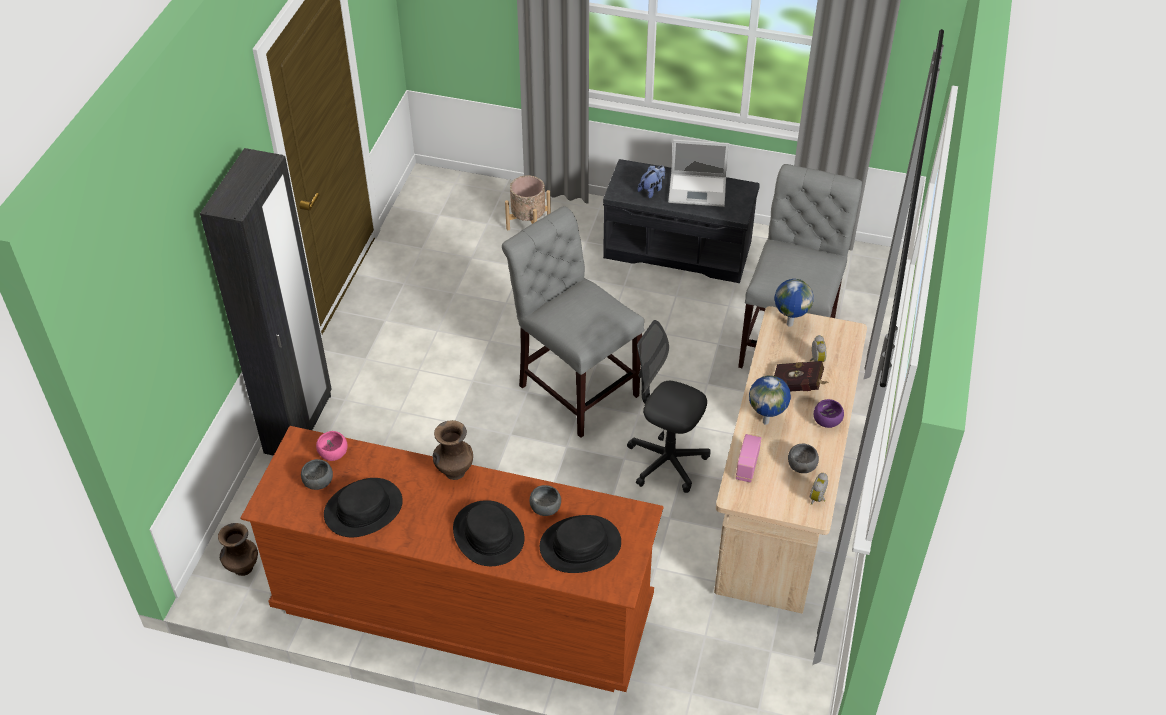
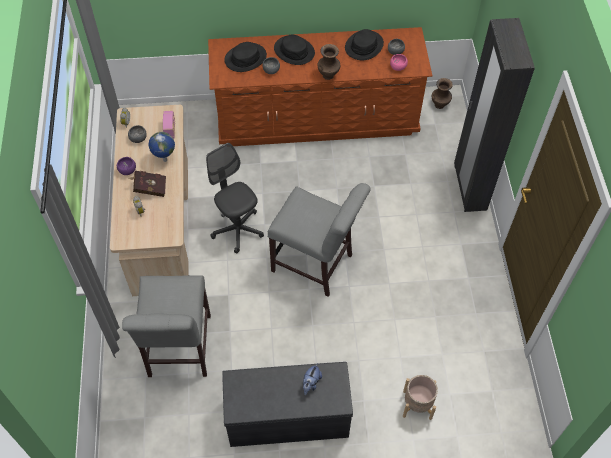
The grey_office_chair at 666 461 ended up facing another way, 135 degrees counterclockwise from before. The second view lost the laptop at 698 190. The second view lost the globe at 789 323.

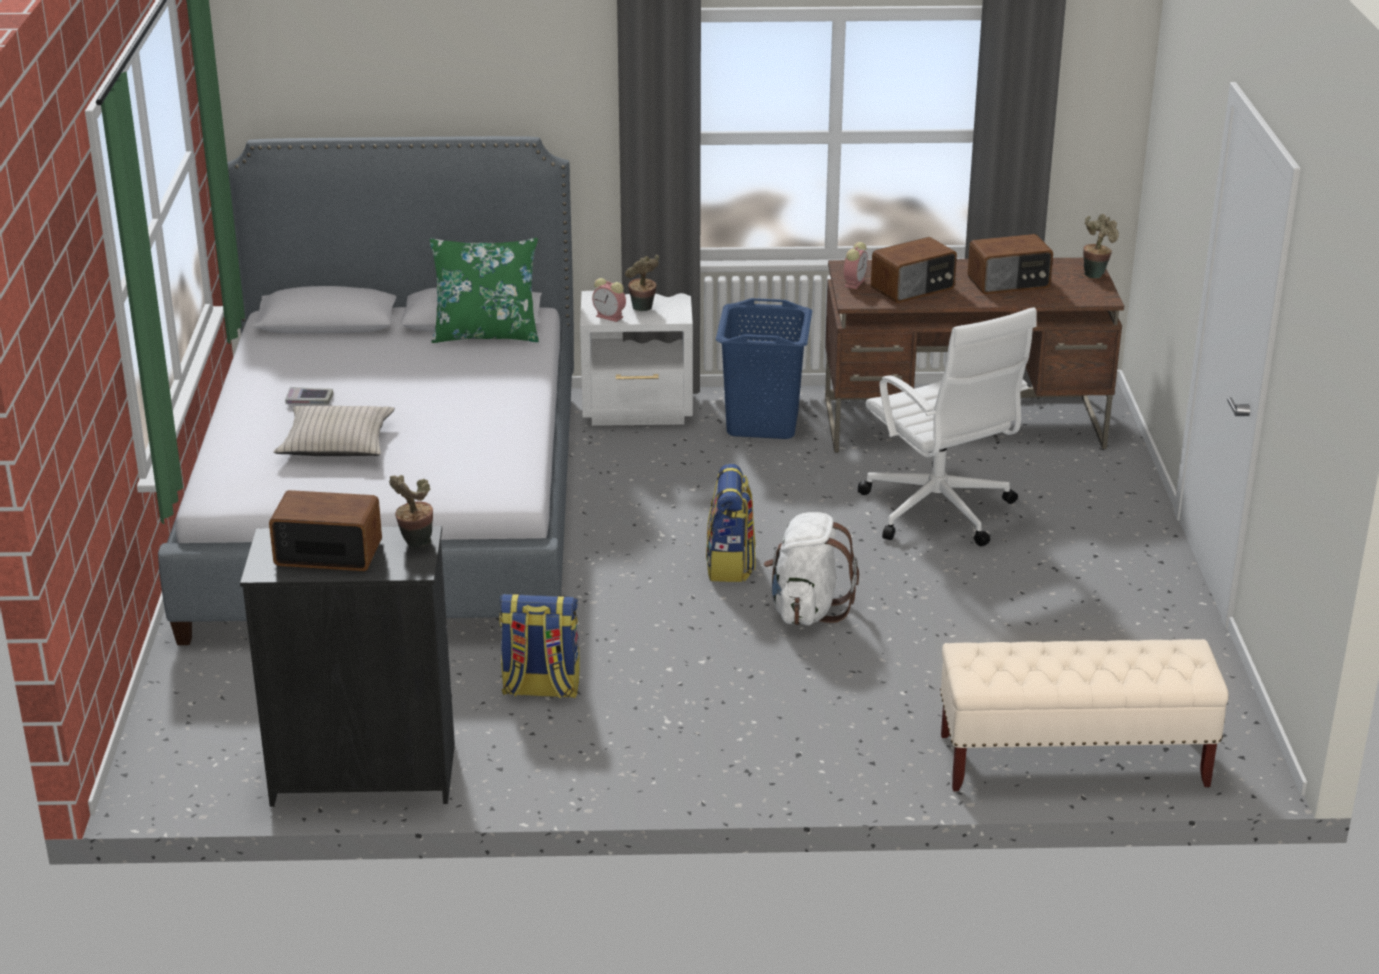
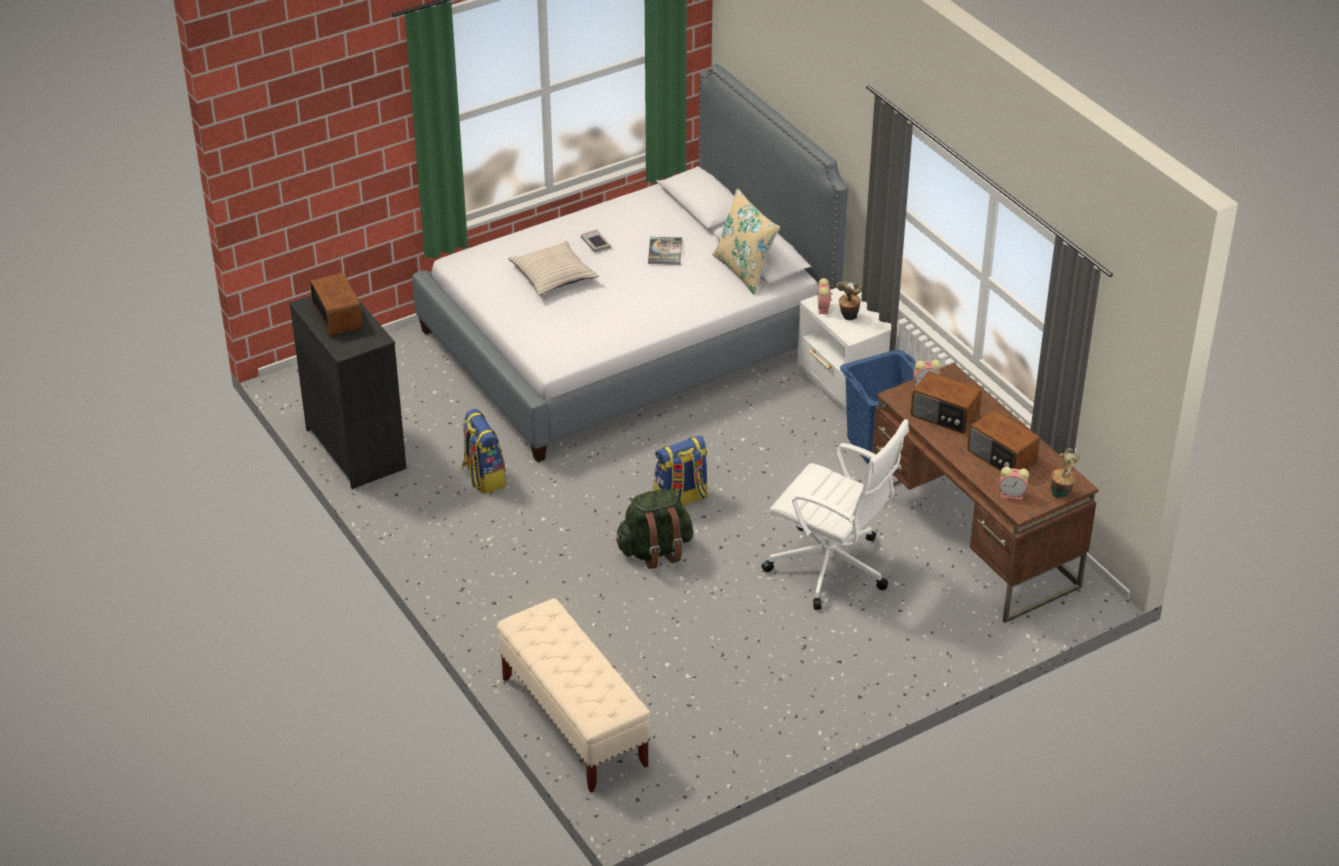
The second view lost the potted_plant at 415 543. What was the green_pillow at 486 334 turned into the beige_pillow at 745 270. What was the white_backpack at 806 610 turned into the green_backpack at 655 551. The white_office_chair at 939 512 ended up facing another way, 90 degrees counterclockwise from before. The second view gained the book at 665 251. The second view gained the alarm_clock at 1013 495.

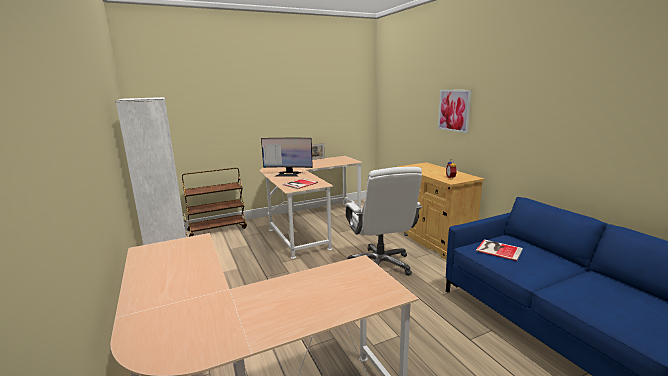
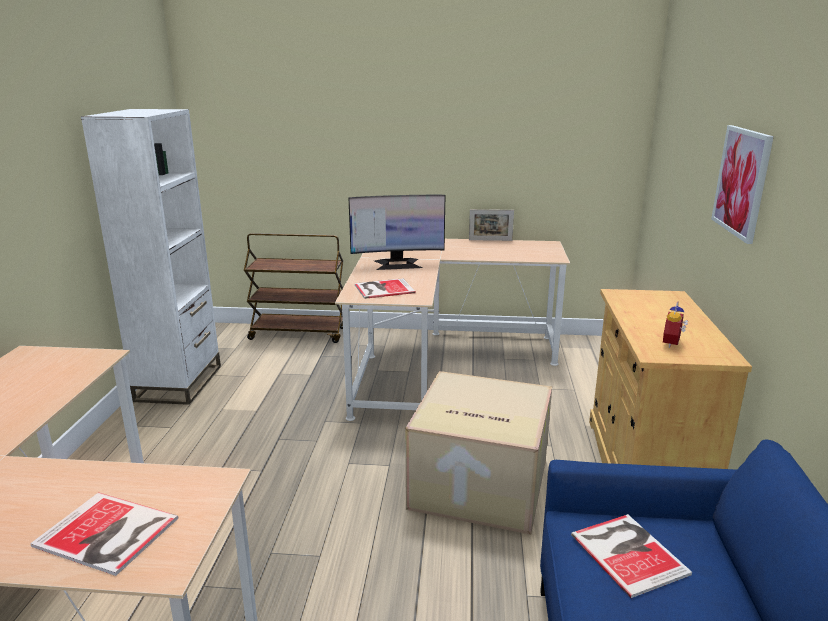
The monitor at 288 174 ended up facing another way, 45 degrees counterclockwise from before. Where the white_office_chair stood at 380 264, the cardboard_box came to stand at 477 484. The second view gained the book at 107 534.

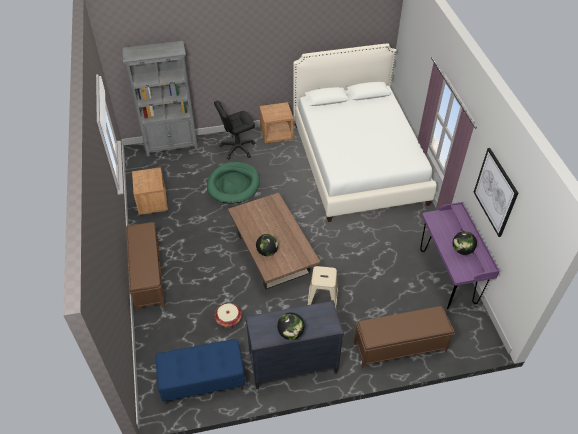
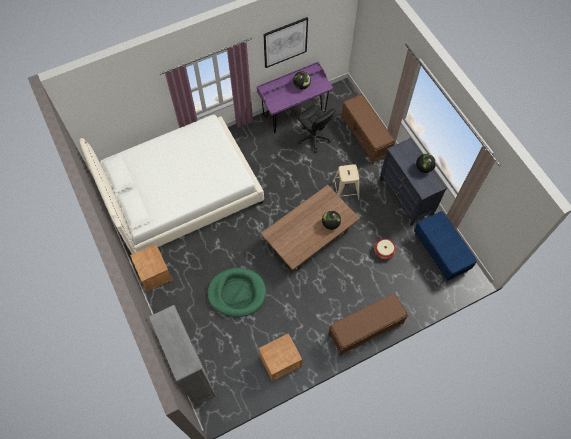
The black_office_chair ended up elsewhere, having gone from 237 148 to 313 138.

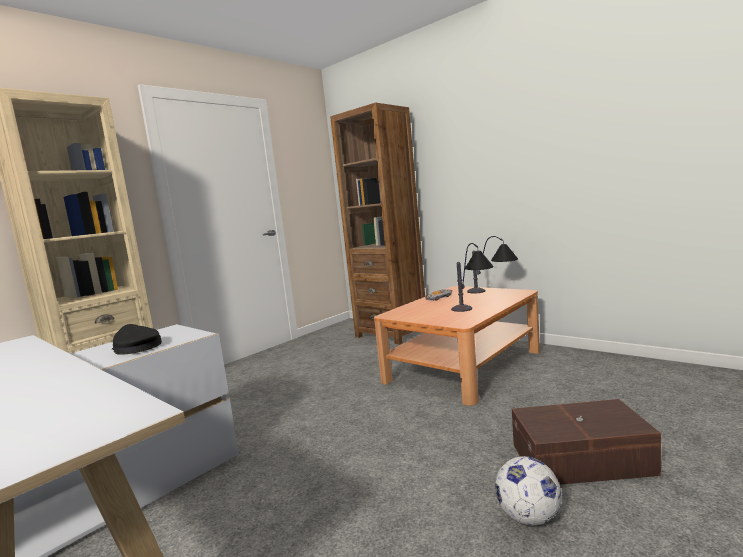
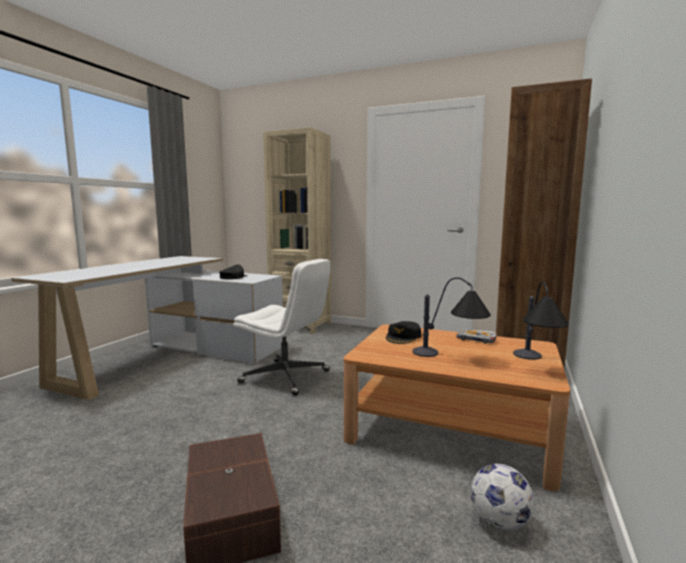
The football ended up elsewhere, having gone from 529 517 to 499 522. The second view gained the white_office_chair at 286 377. The second view gained the black_cap at 403 337.

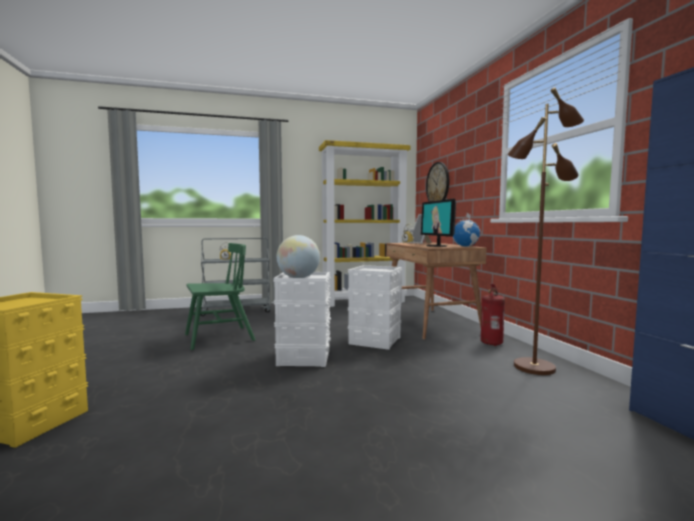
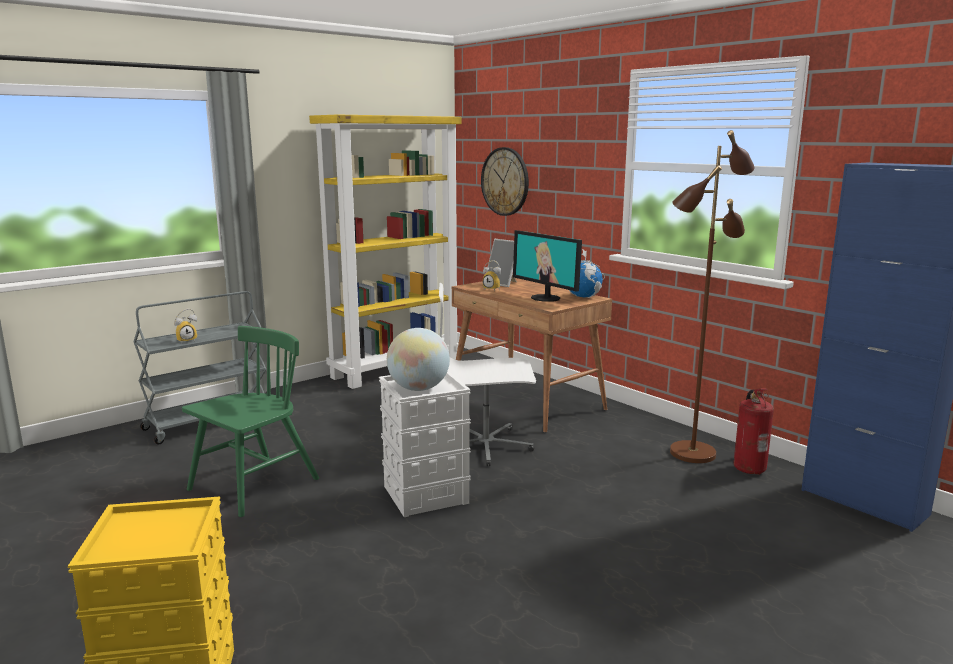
Where the white_storage_box stood at 374 340, the white_office_chair came to stand at 486 445. The fire_extinguisher ended up elsewhere, having gone from 492 343 to 749 468.

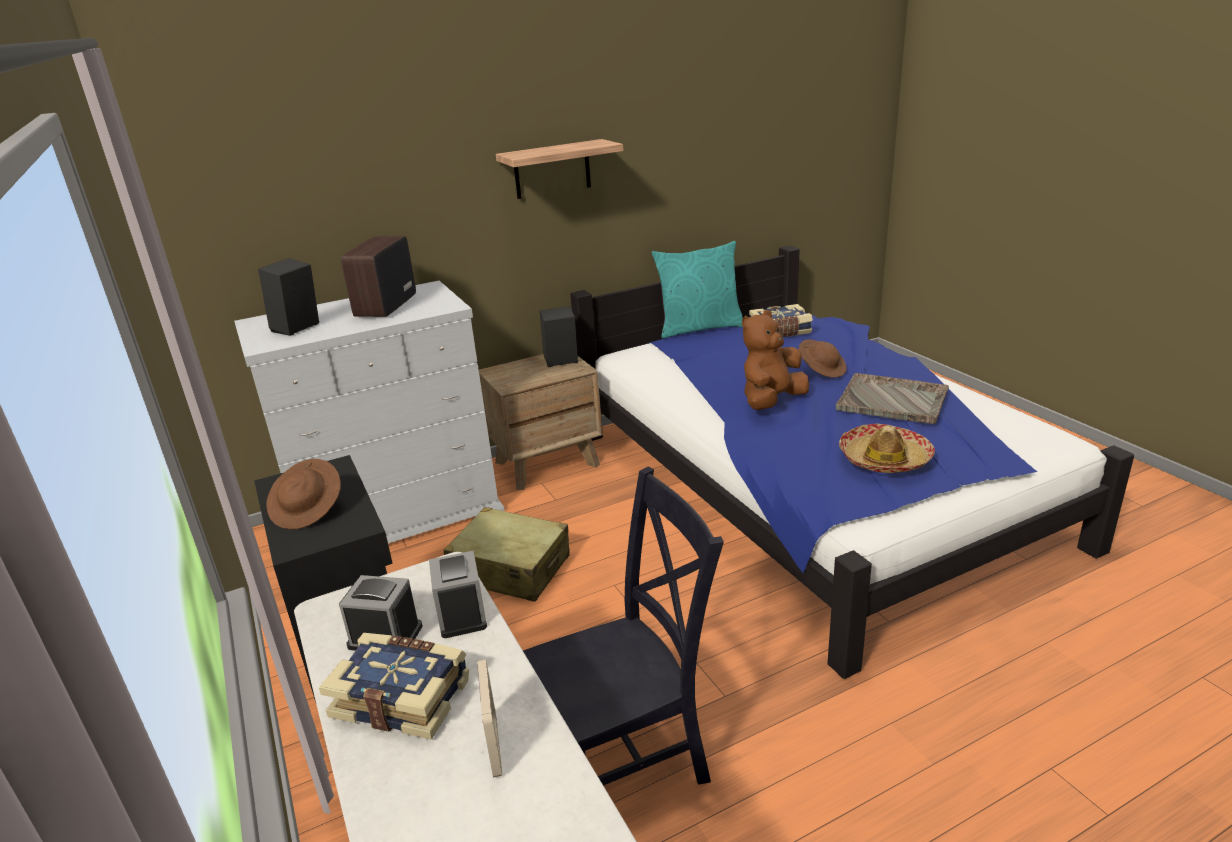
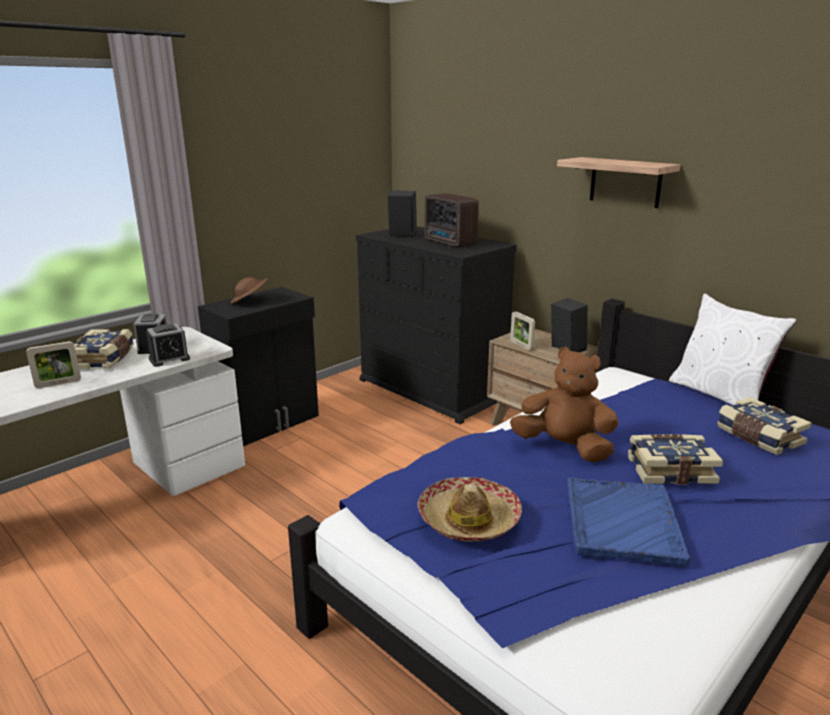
What was the white_dresser at 396 514 turned into the black_dresser at 433 389. The radio at 384 307 ended up facing another way, 120 degrees counterclockwise from before. The second view lost the beige_suitcase at 510 569. The second view lost the black_chair at 629 757. What was the turquoise_pillow at 699 328 turned into the white_pillow at 719 395. Where the brown_hat stood at 822 370, the book came to stand at 670 470. What was the grey_tray at 893 401 turned into the blue_tray at 622 522. The second view gained the picture_frame at 521 345.

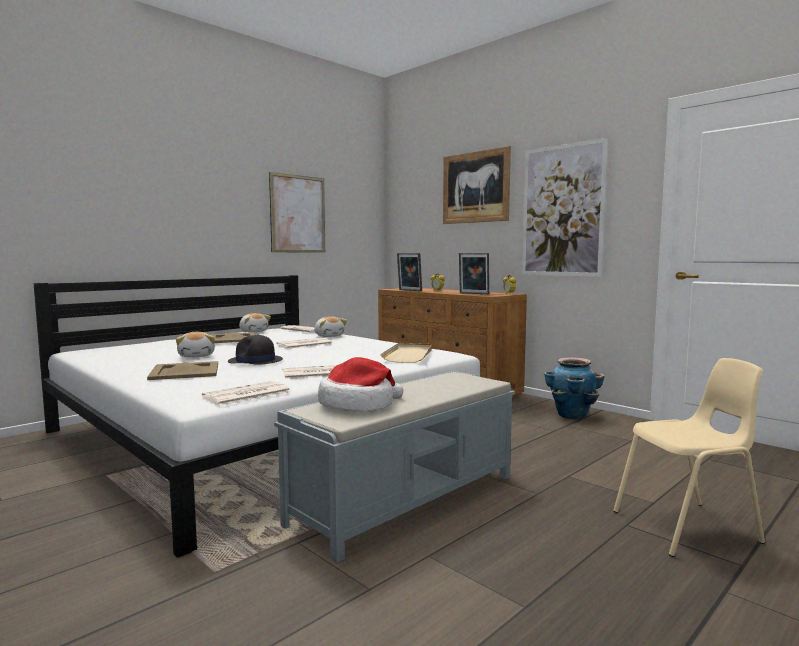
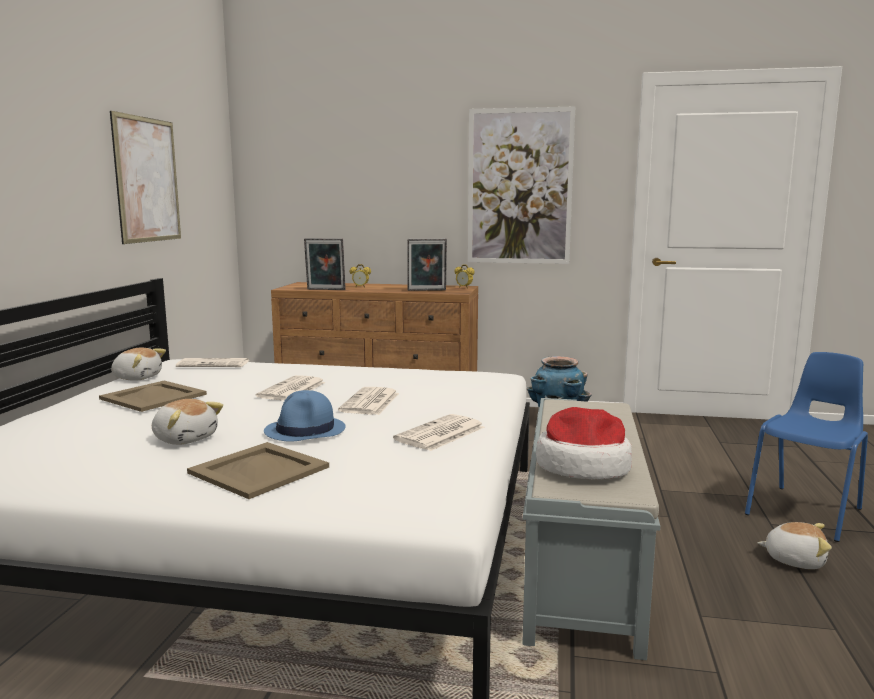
The newspaper ended up elsewhere, having gone from 246 395 to 370 402. What was the black_hat at 255 361 turned into the blue_hat at 305 430. The plush_toy ended up elsewhere, having gone from 329 336 to 794 560. The second view lost the beige_tray at 409 355. The second view lost the picture at 475 187. What was the beige_chair at 687 528 turned into the blue_chair at 806 512.

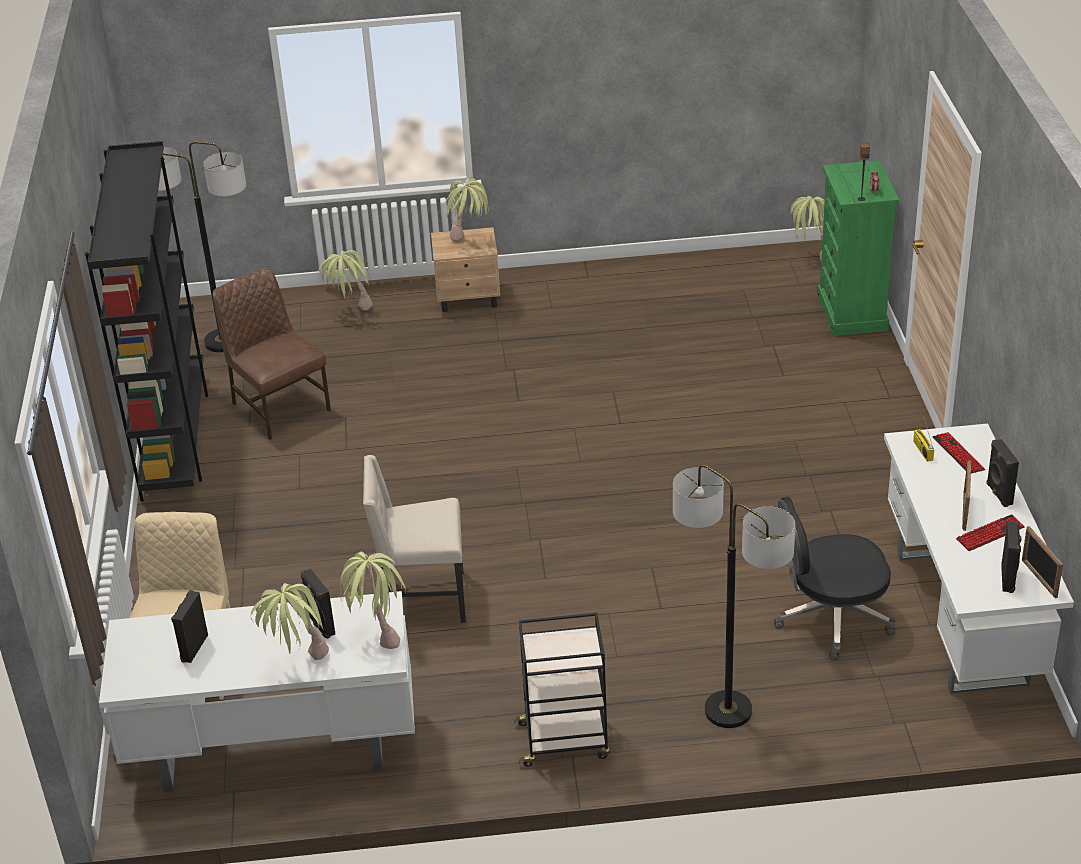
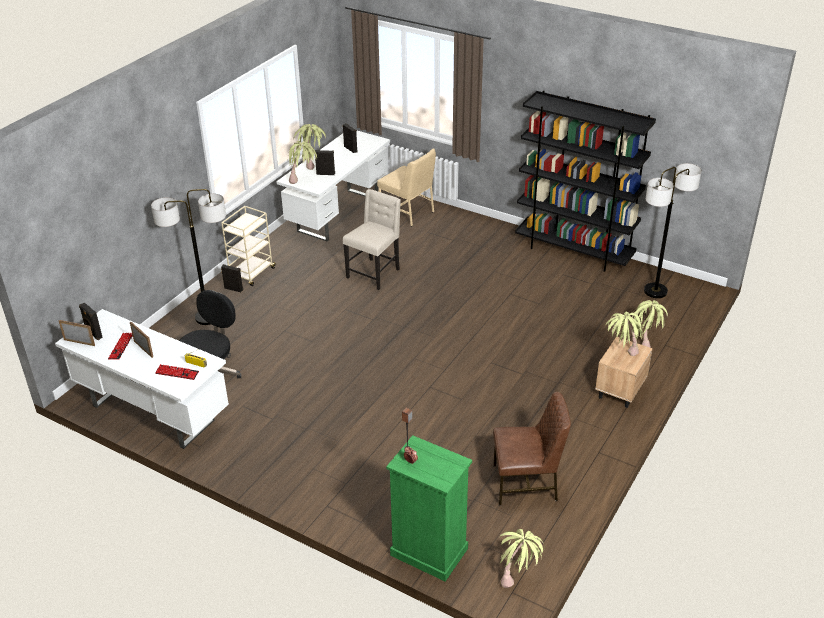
The brown_chair ended up elsewhere, having gone from 279 407 to 526 483. What was the black_cart at 565 740 turned into the beige_cart at 252 273. The black_speaker ended up elsewhere, having gone from 998 494 to 234 288.

